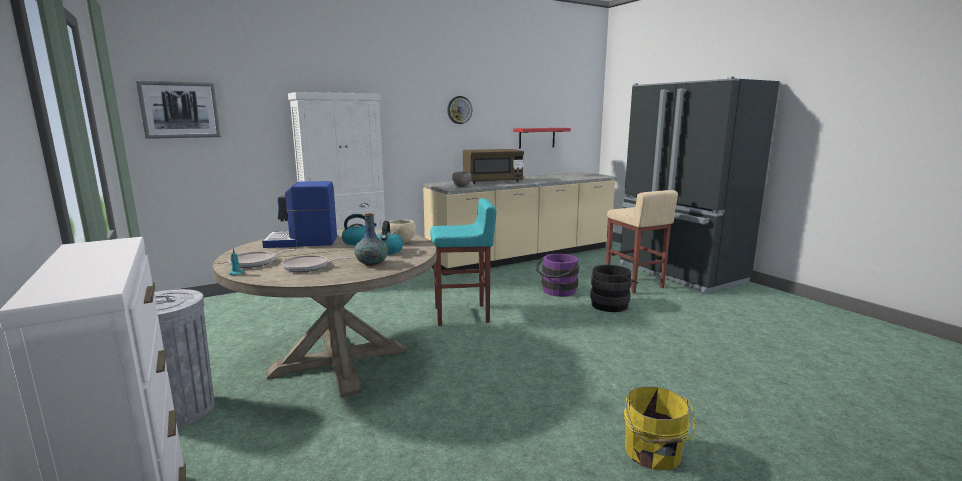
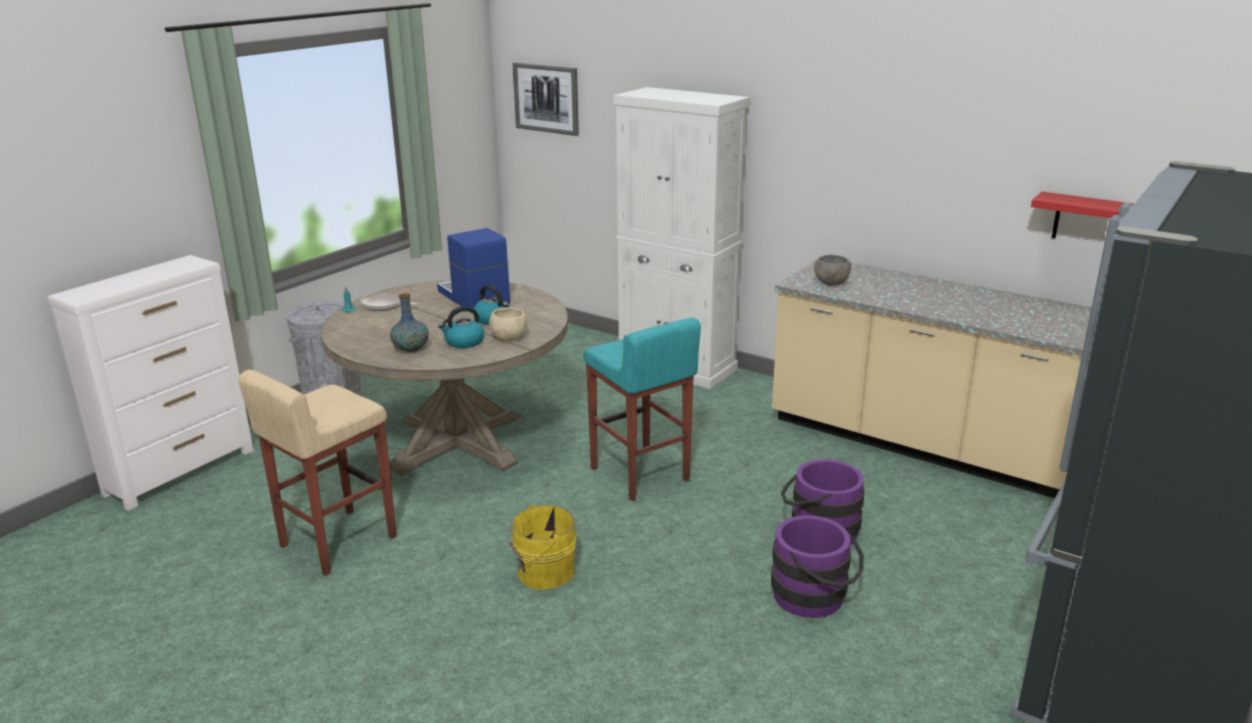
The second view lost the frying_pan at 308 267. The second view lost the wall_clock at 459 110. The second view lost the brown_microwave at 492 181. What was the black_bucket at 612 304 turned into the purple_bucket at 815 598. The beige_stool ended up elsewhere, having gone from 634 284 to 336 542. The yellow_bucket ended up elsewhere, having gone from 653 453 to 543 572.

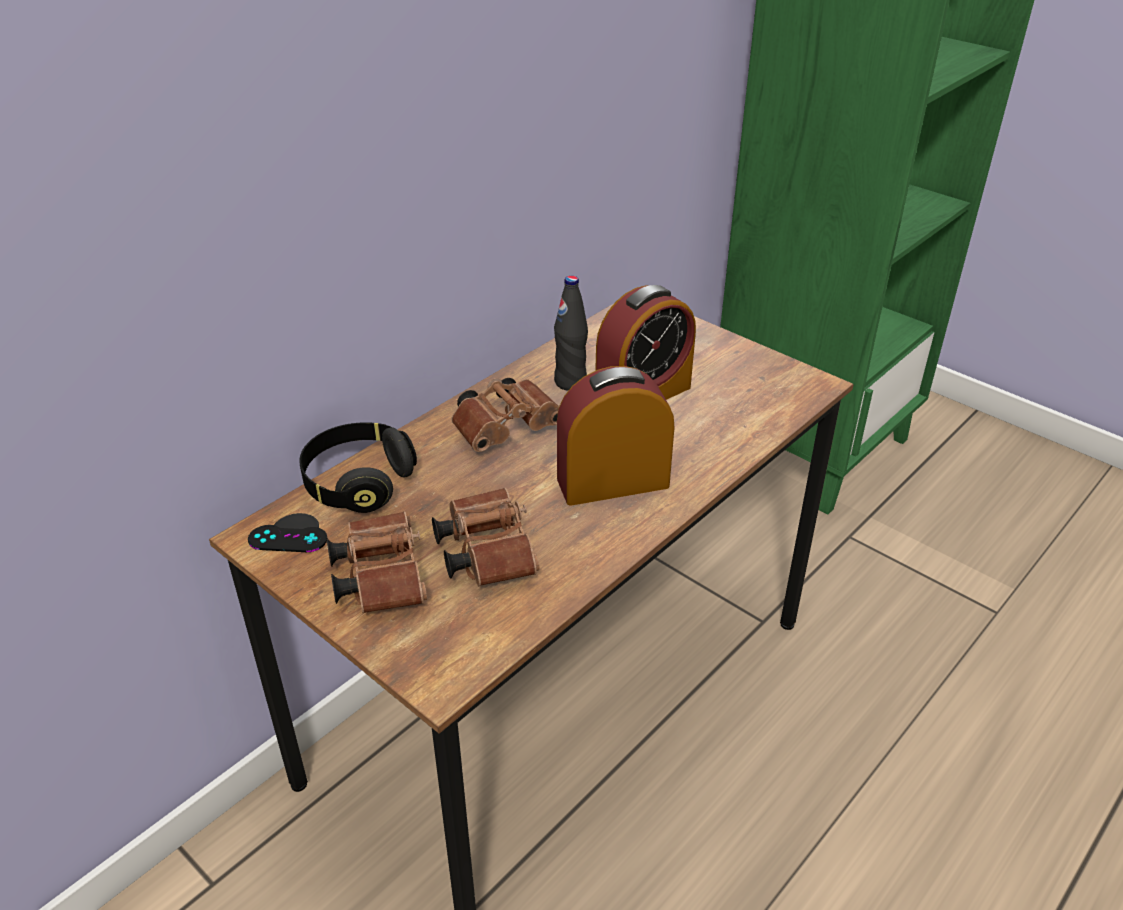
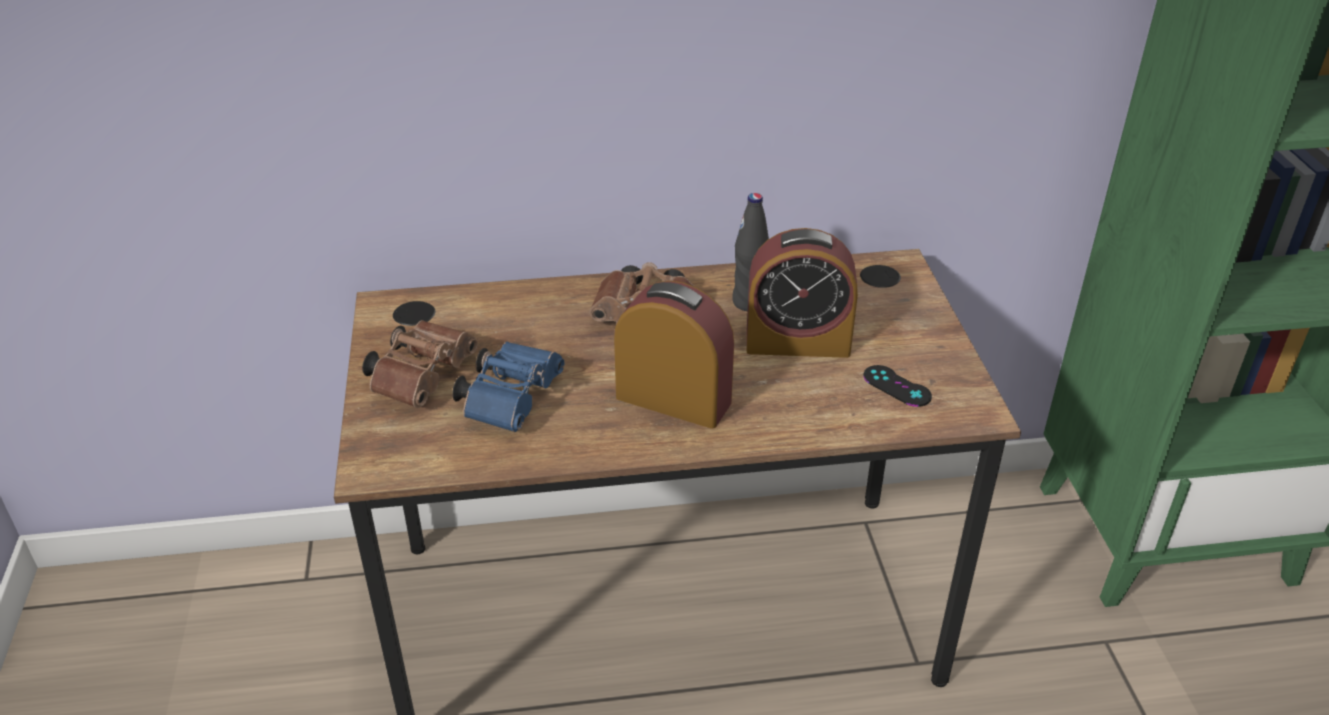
The black_game_controller ended up elsewhere, having gone from 287 539 to 897 386. The second view lost the black_headphones at 358 483. What was the brown_binoculars at 485 551 turned into the blue_binoculars at 512 398.

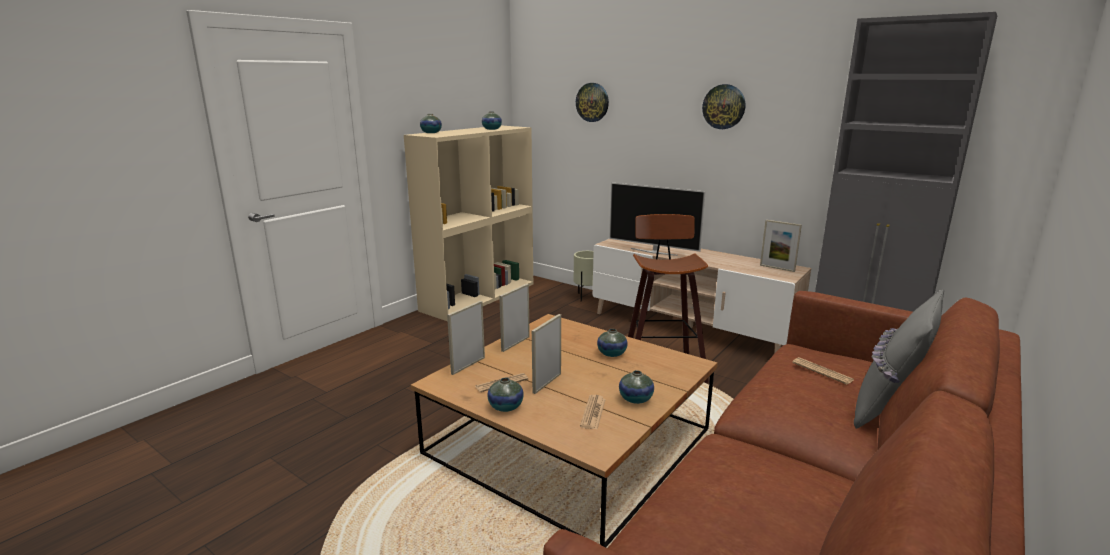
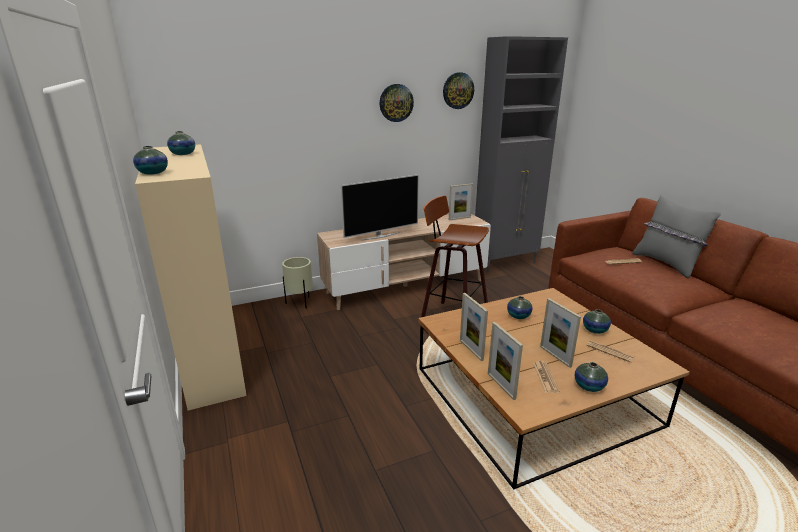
The wall_clock ended up elsewhere, having gone from 592 102 to 458 90.

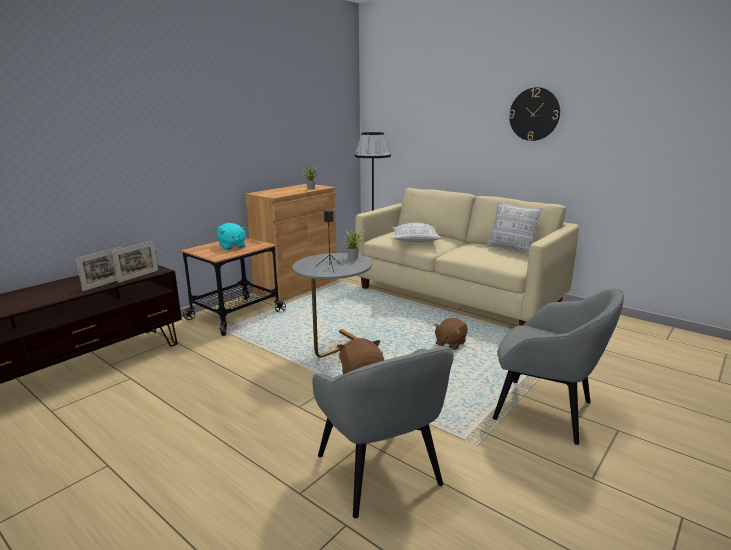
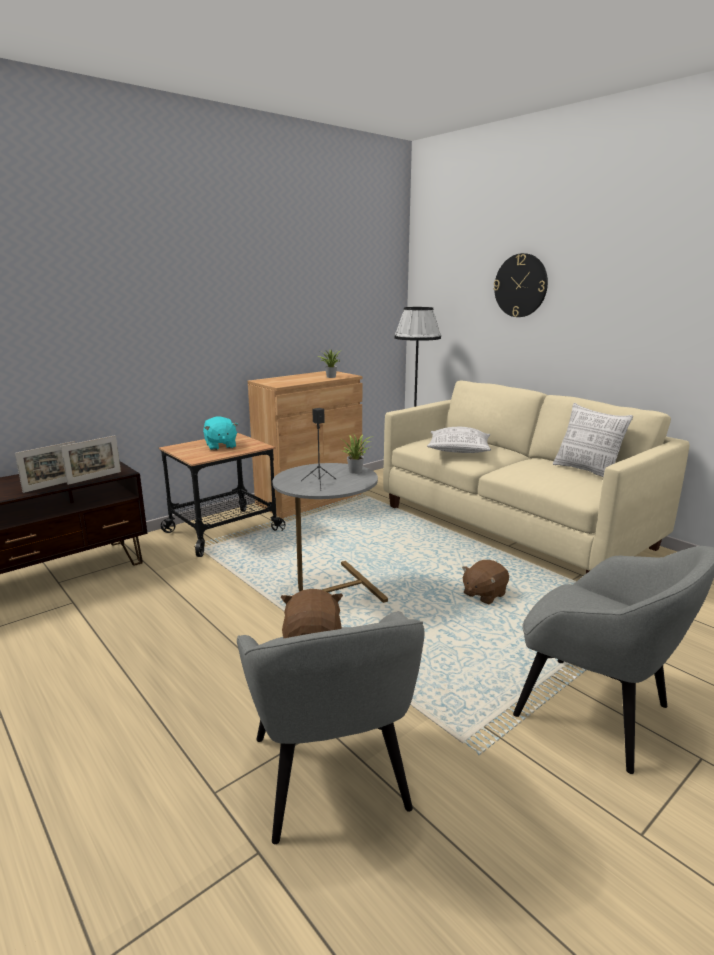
The wall_clock ended up elsewhere, having gone from 534 114 to 520 285.

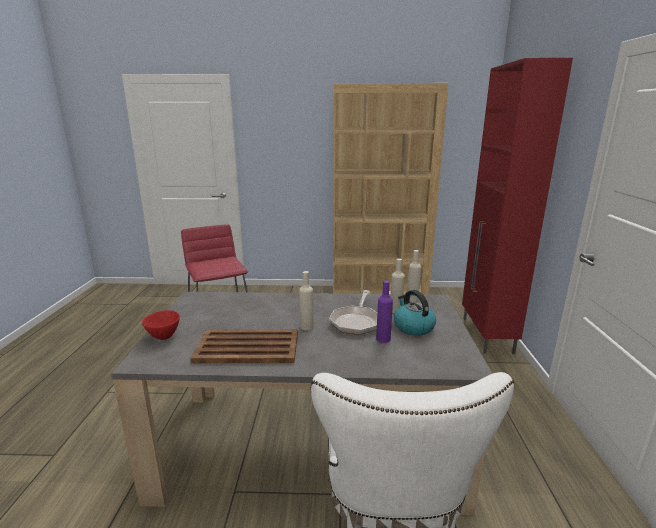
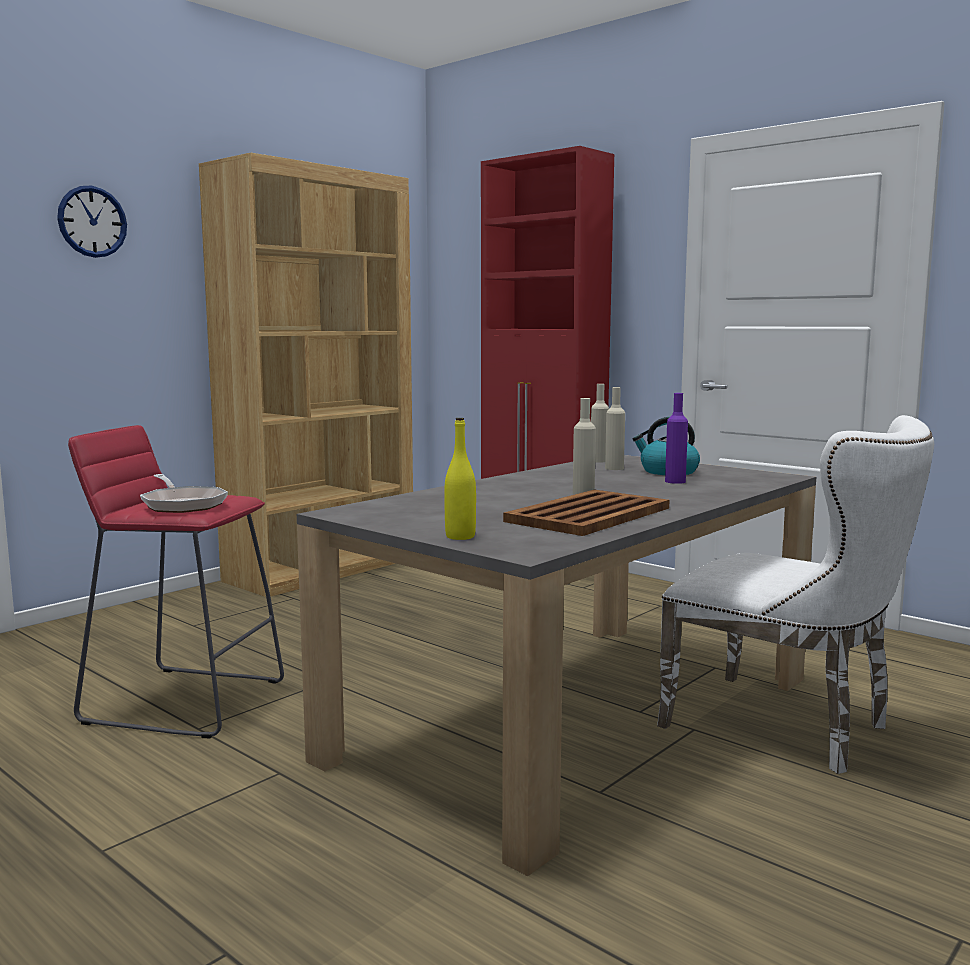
Where the red_bowl stood at 163 336, the yellow_bottle came to stand at 460 536. The frying_pan ended up elsewhere, having gone from 356 321 to 182 504. The second view gained the wall_clock at 92 221.

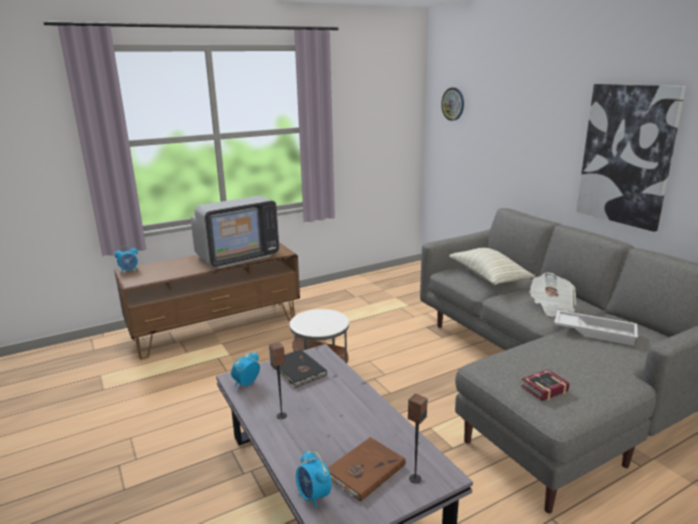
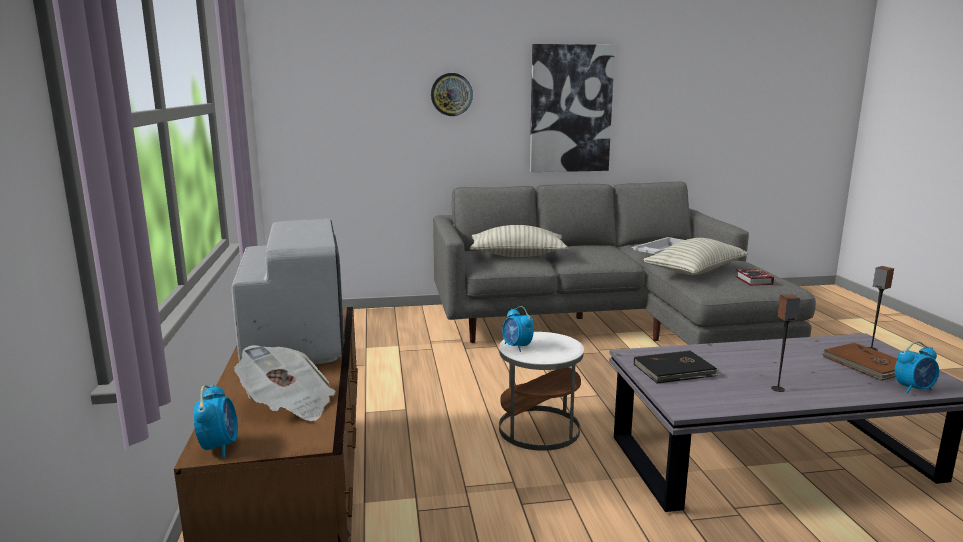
The alarm_clock ended up elsewhere, having gone from 246 383 to 517 347. The wall_clock ended up elsewhere, having gone from 453 104 to 451 94. The newspaper ended up elsewhere, having gone from 551 306 to 288 405. The second view gained the pillow at 695 272.

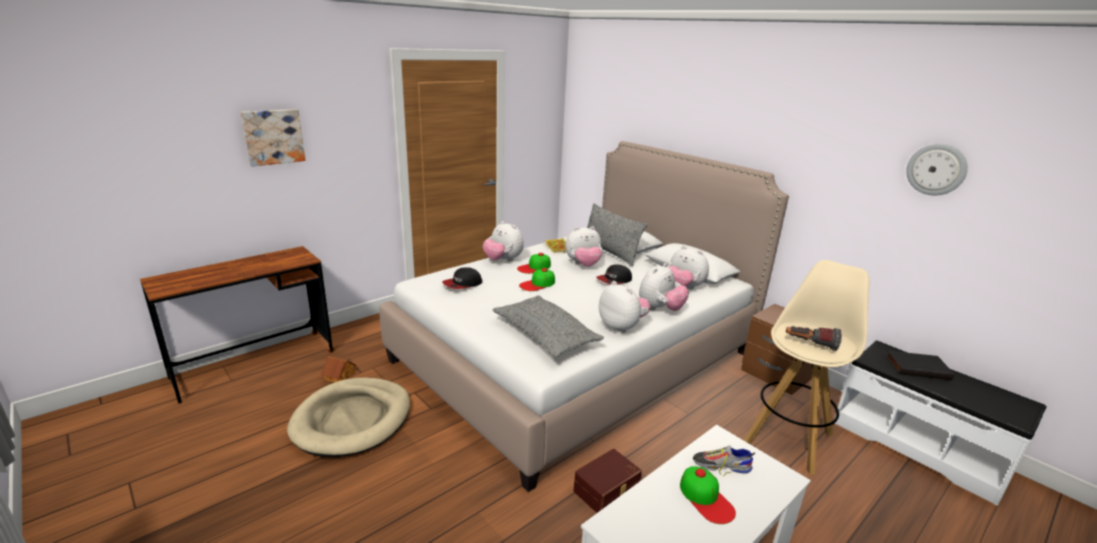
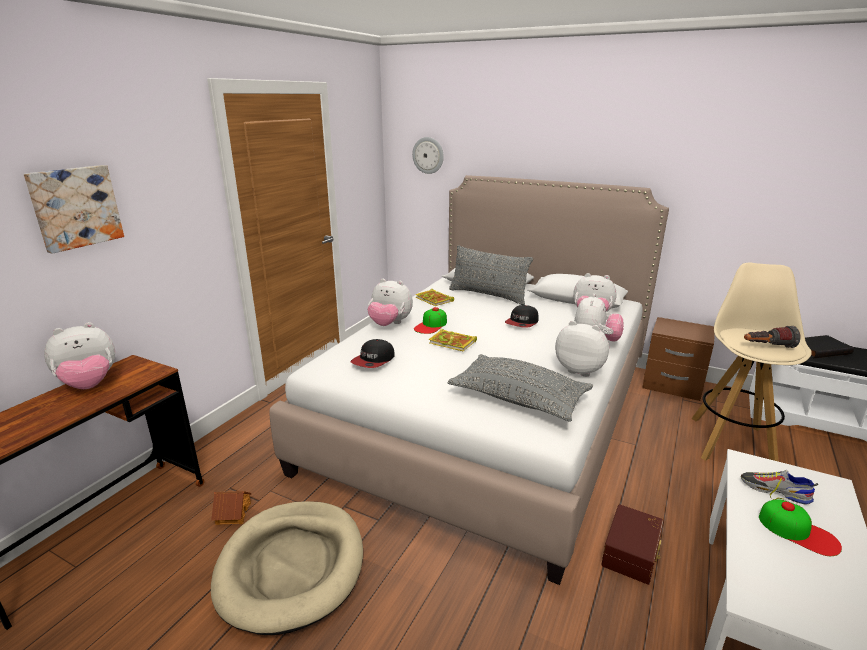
Where the cap stood at 537 284, the book came to stand at 453 342. The plush_toy ended up elsewhere, having gone from 583 265 to 89 385. The shoe at 721 465 ended up facing another way, 45 degrees clockwise from before. The wall_clock ended up elsewhere, having gone from 936 169 to 428 155.

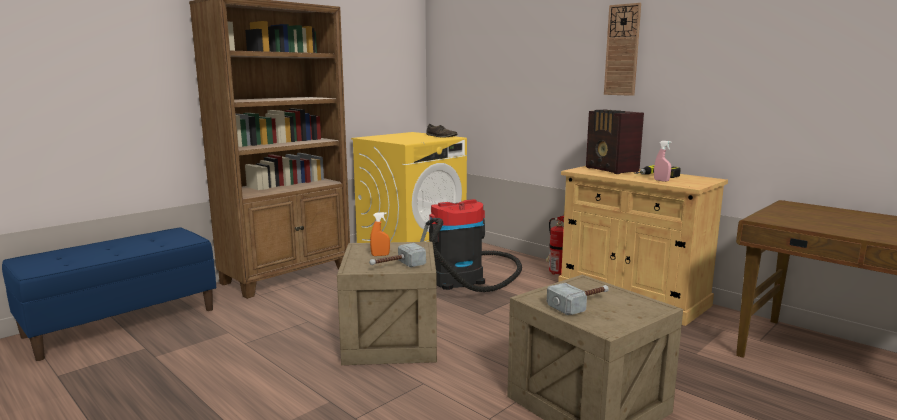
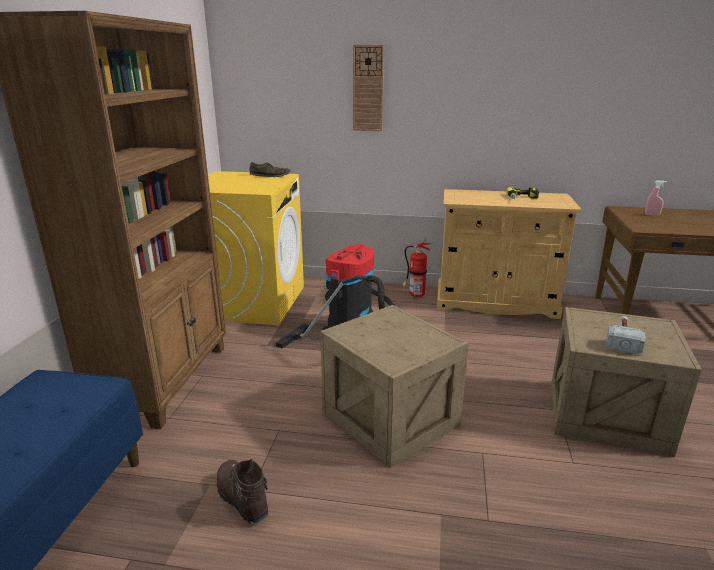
The second view lost the hammer at 396 266. The second view lost the orange_spray_bottle at 380 255. The second view lost the radio at 611 170. The wall_clock ended up elsewhere, having gone from 622 50 to 368 89. The pink_spray_bottle ended up elsewhere, having gone from 661 180 to 652 215. The second view gained the brown_boot at 241 499.

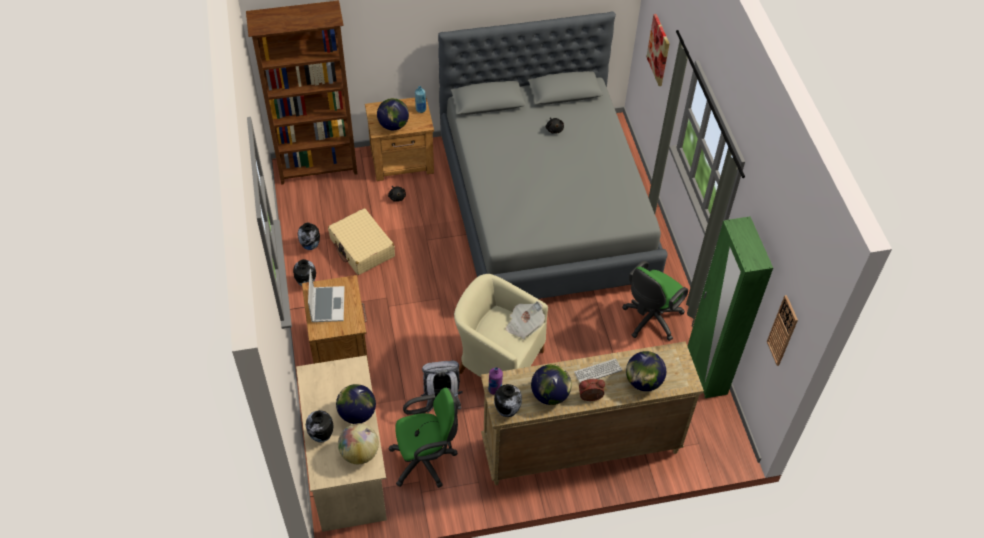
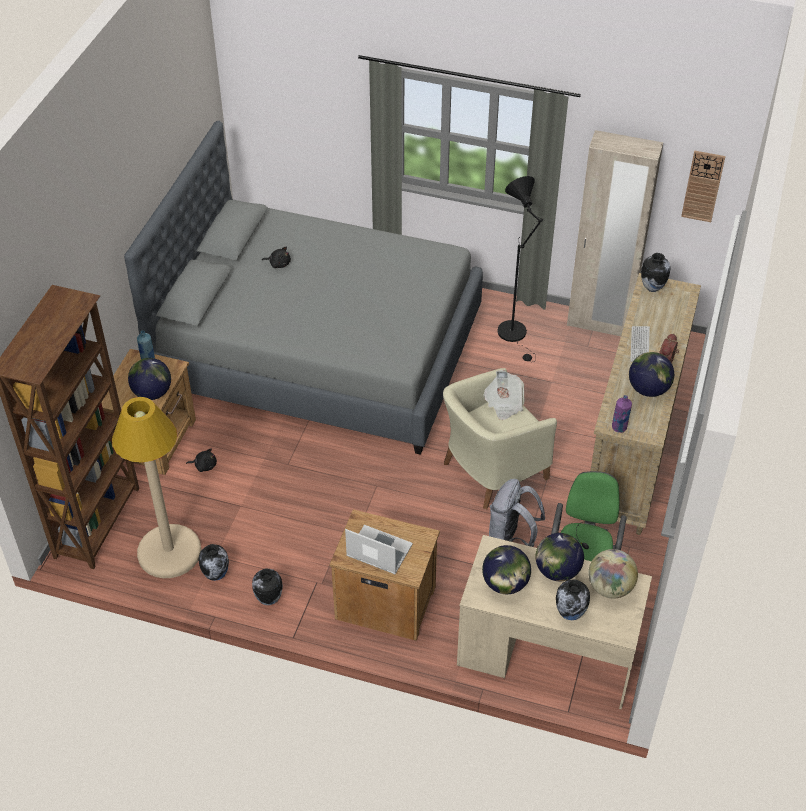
The second view lost the beige_suitcase at 362 248. The vase ended up elsewhere, having gone from 507 411 to 652 287. Where the green_office_chair stood at 650 320, the black_floor_lamp came to stand at 515 335. The globe ended up elsewhere, having gone from 643 381 to 505 583. The second view lost the picture at 659 50. What was the green_wardrobe at 706 372 turned into the beige_wardrobe at 599 324. The second view gained the beige_floor_lamp at 169 552.

